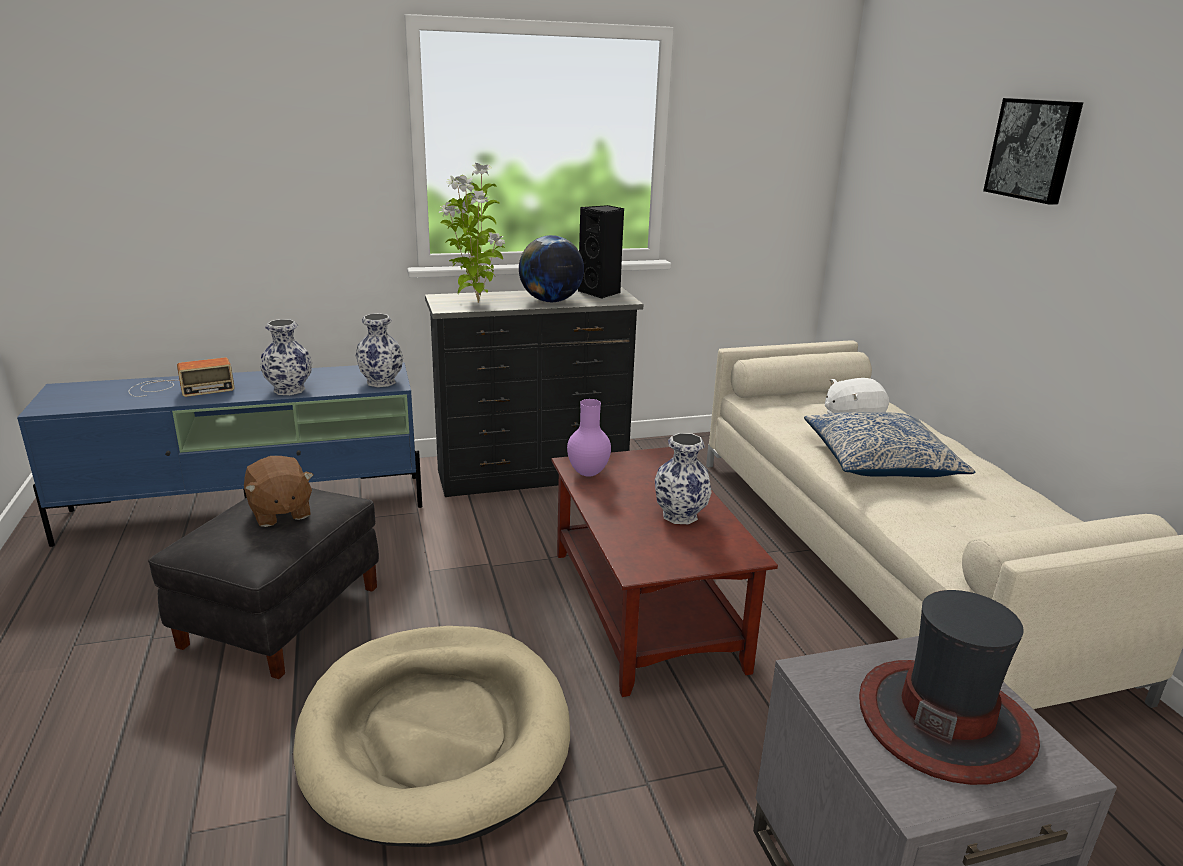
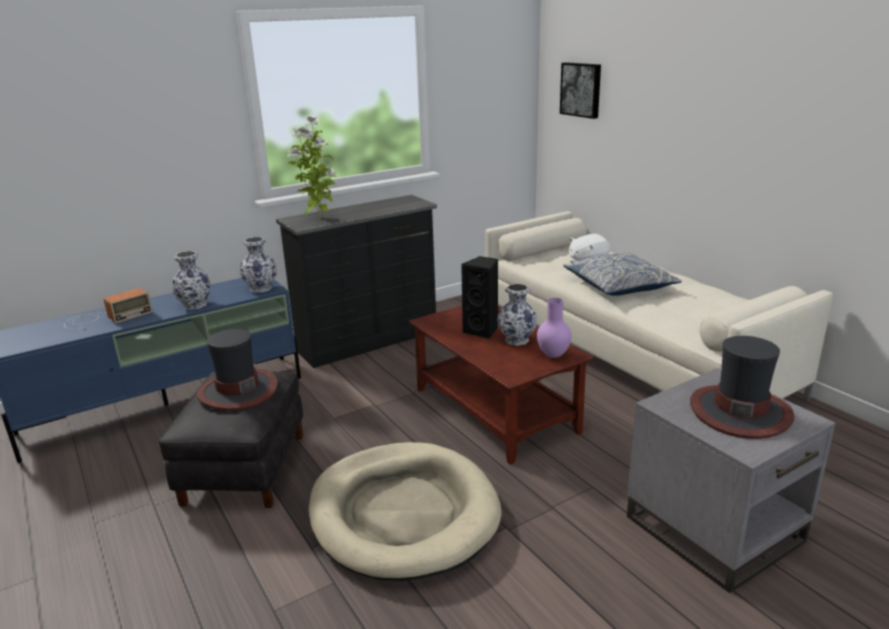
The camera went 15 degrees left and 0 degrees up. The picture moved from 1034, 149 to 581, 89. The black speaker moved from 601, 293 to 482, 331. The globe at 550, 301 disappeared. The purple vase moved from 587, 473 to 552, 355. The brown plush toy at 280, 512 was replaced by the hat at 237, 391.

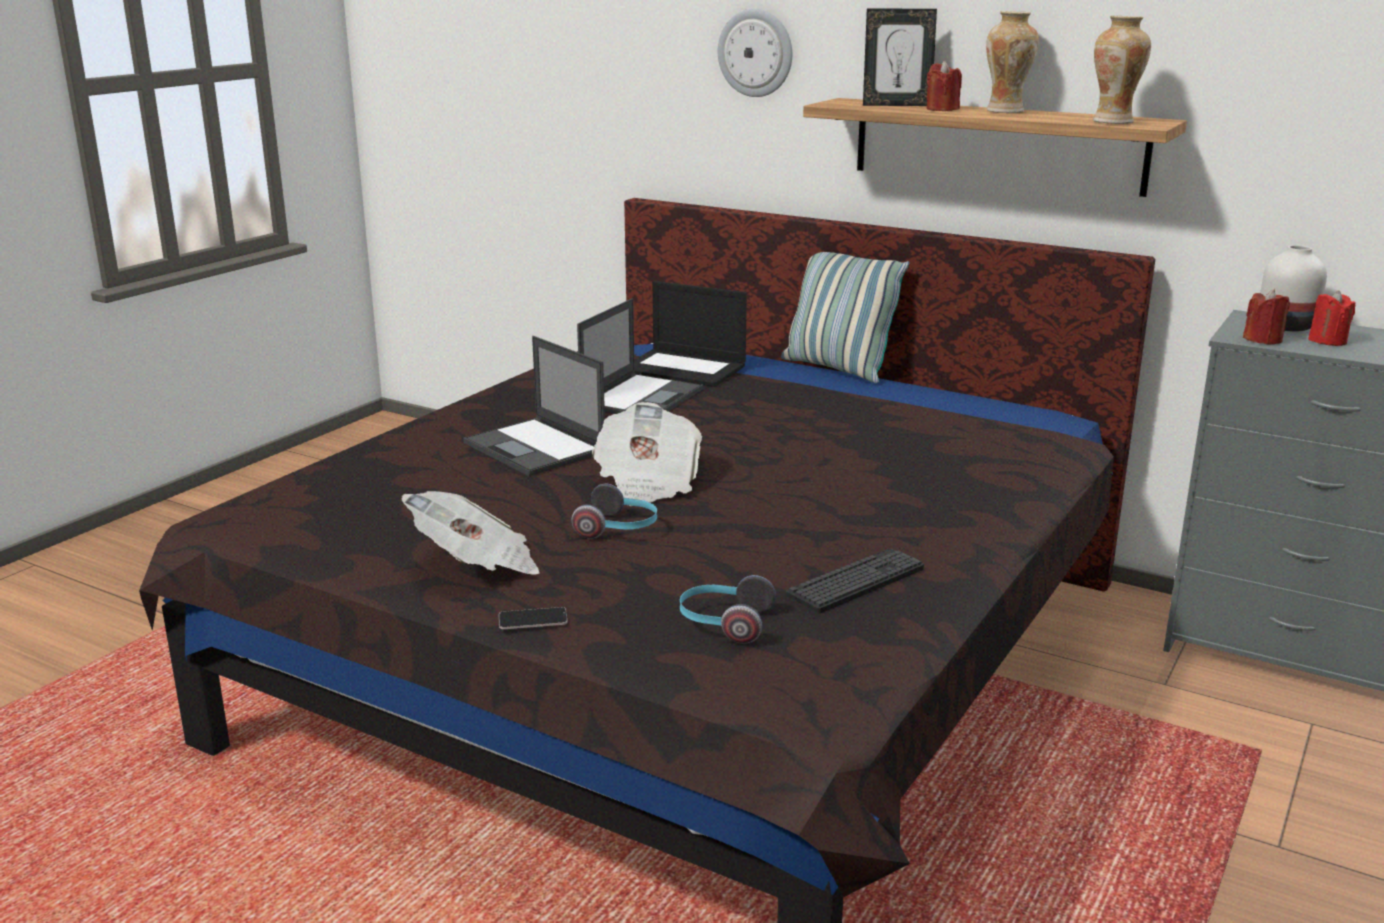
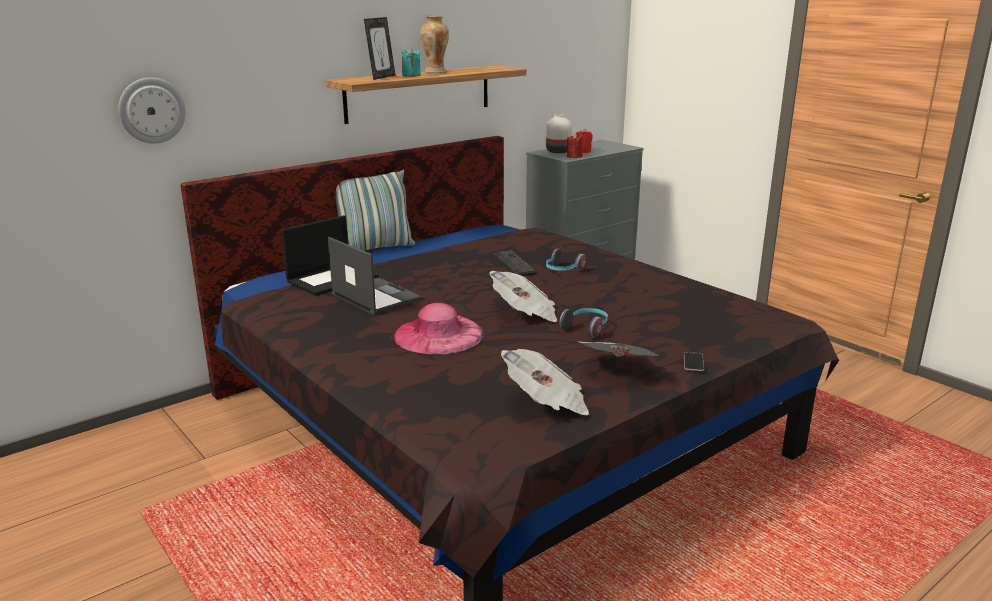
The camera went 70 degrees left and 0 degrees up. The wall clock moved from 756, 53 to 152, 110. The vase at 1113, 122 disappeared. The red candle at 942, 109 became the turquoise candle at 411, 75. The laptop at 536, 448 was replaced by the pink hat at 438, 334. The keyboard moved from 856, 582 to 514, 264. The headphones moved from 724, 623 to 562, 270. The newspaper at 546, 403 appeared.

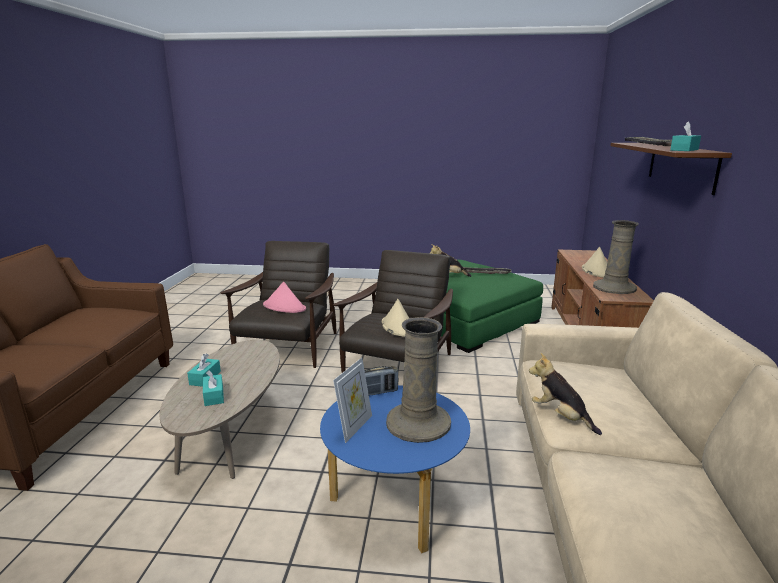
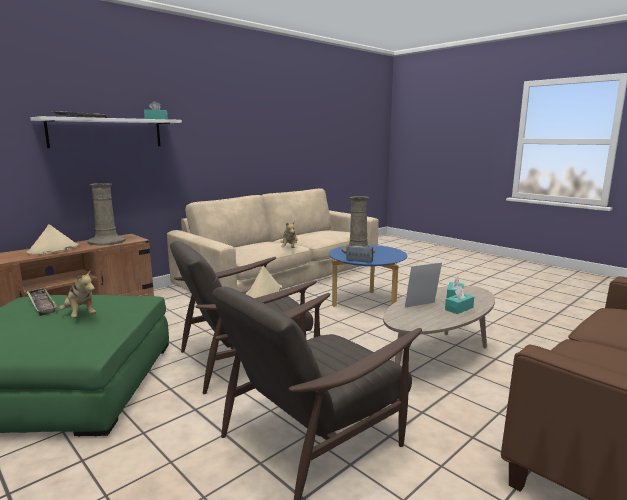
The camera went 140 degrees left and 5 degrees down. The brown shelf at 681, 166 became the white shelf at 106, 133. The pink hat at 284, 307 disappeared. The picture frame moved from 354, 427 to 421, 306.

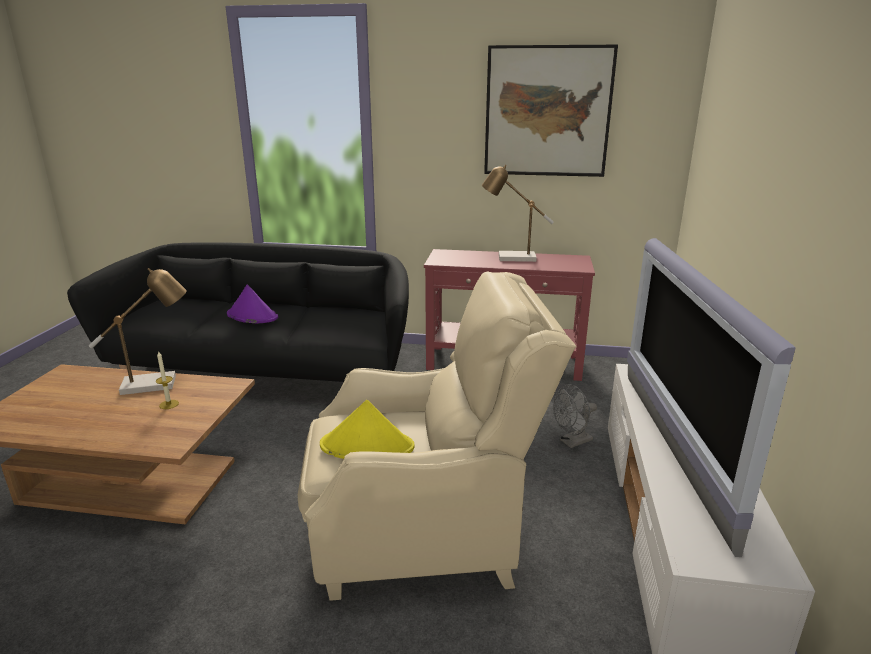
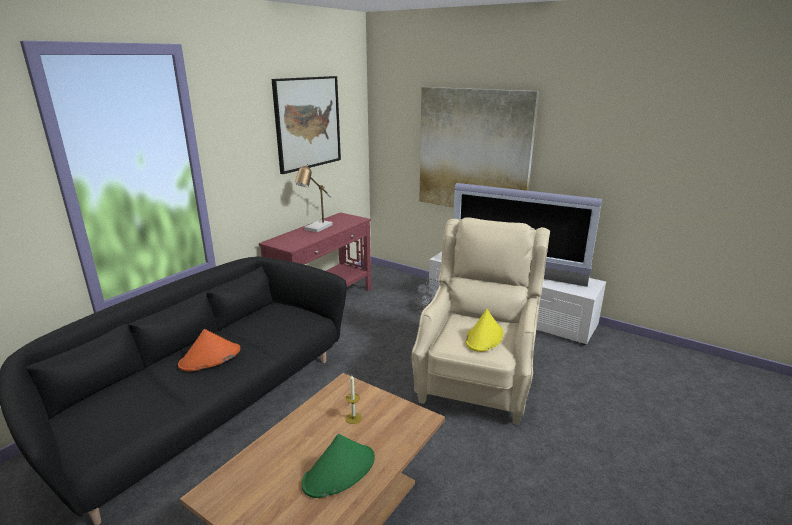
The camera went 65 degrees left and 0 degrees up. The table lamp at 157, 383 disappeared. The purple hat at 252, 316 became the orange hat at 210, 358. The picture at 474, 151 appeared. The green hat at 339, 471 appeared.

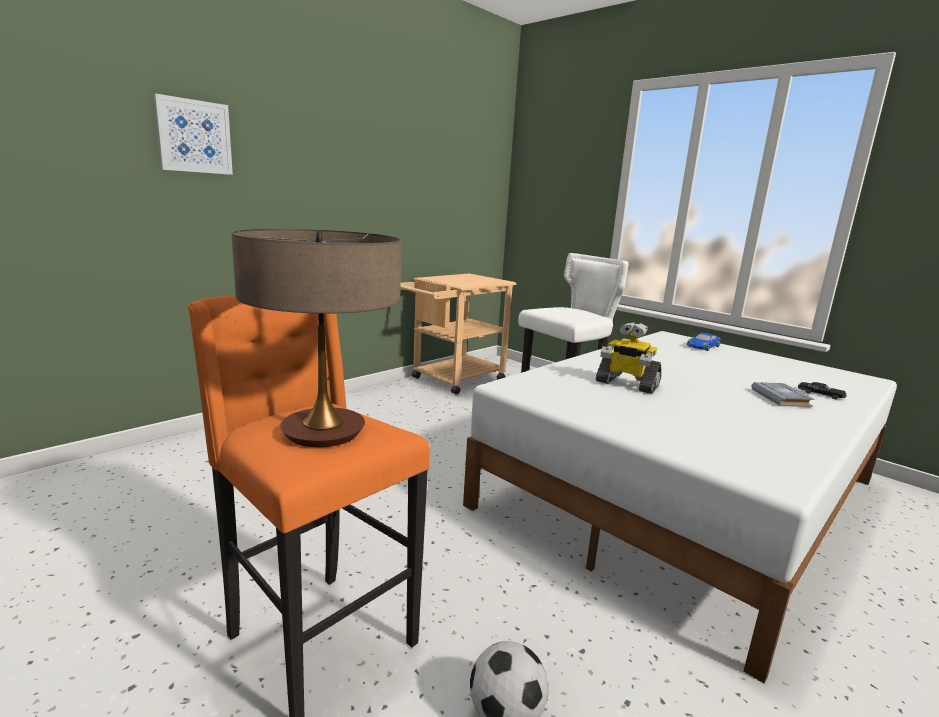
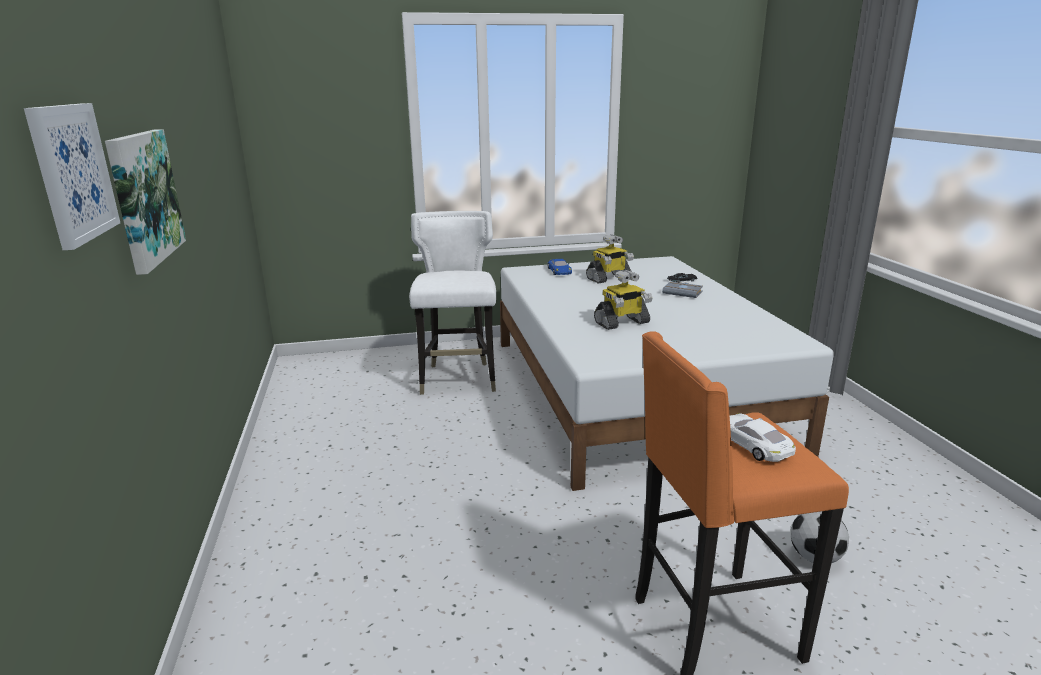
The camera went 55 degrees left and 5 degrees up. The table lamp at 323, 432 was replaced by the white toy car at 751, 443. The beige cart at 452, 380 disappeared. The picture at 144, 197 appeared. The toy robot at 609, 278 appeared.

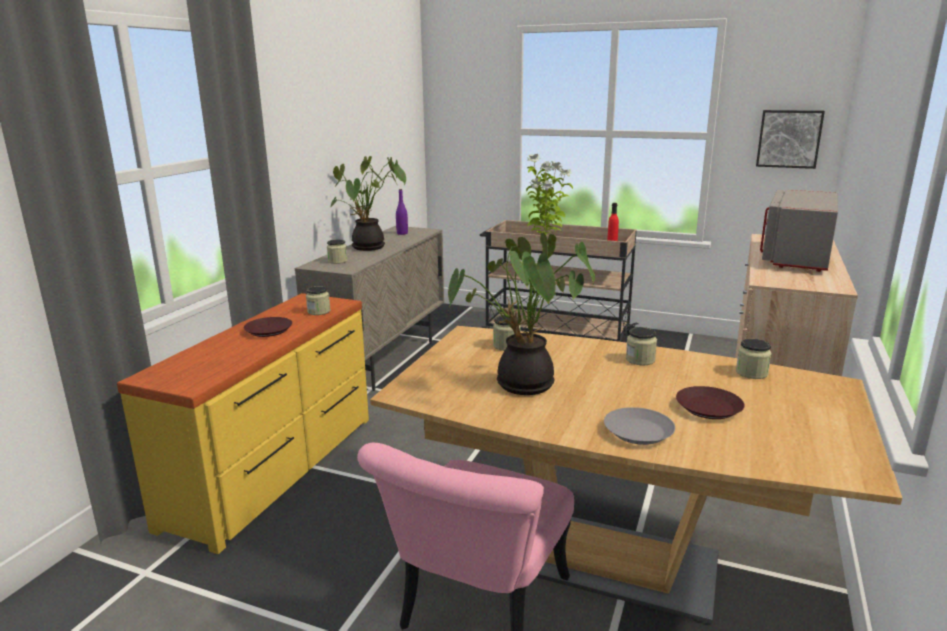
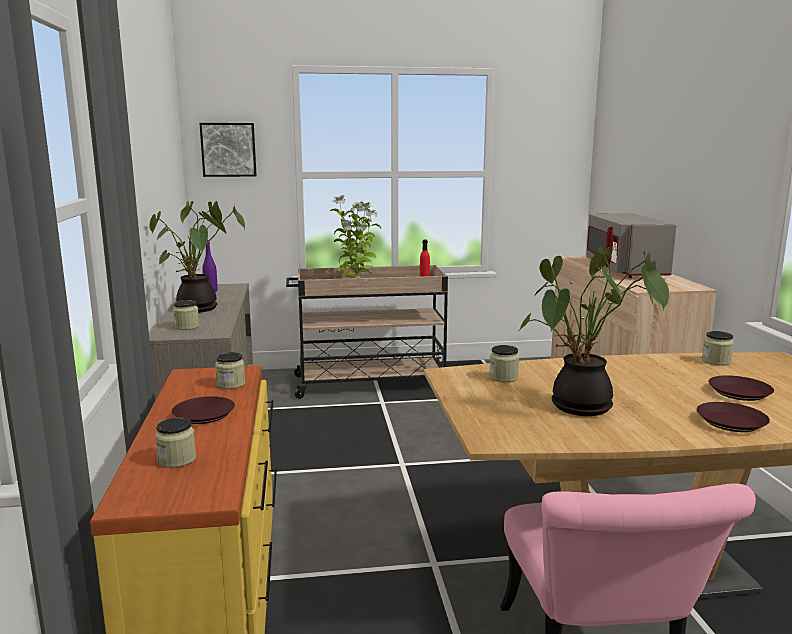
The camera went 30 degrees left and 5 degrees down. The picture moved from 789, 138 to 228, 149. The jar moved from 640, 360 to 177, 459. The grey plate at 639, 431 became the brown plate at 731, 422.

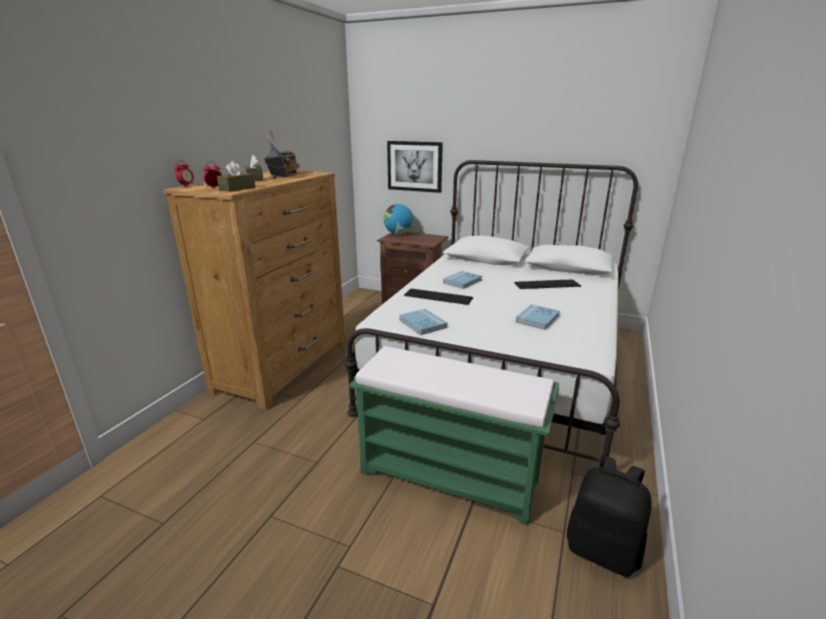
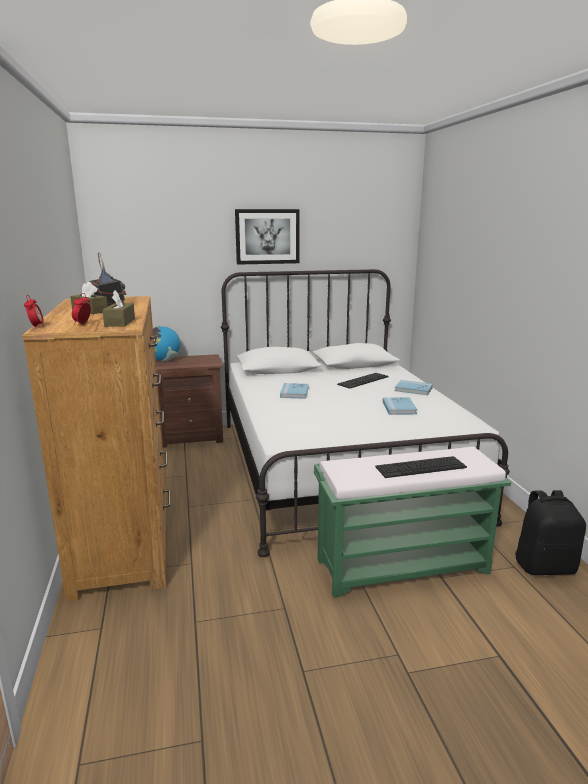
The camera went 35 degrees left and 5 degrees down. The picture moved from 414, 166 to 267, 236. The keyboard moved from 438, 296 to 420, 467. The blue book moved from 422, 323 to 413, 389.

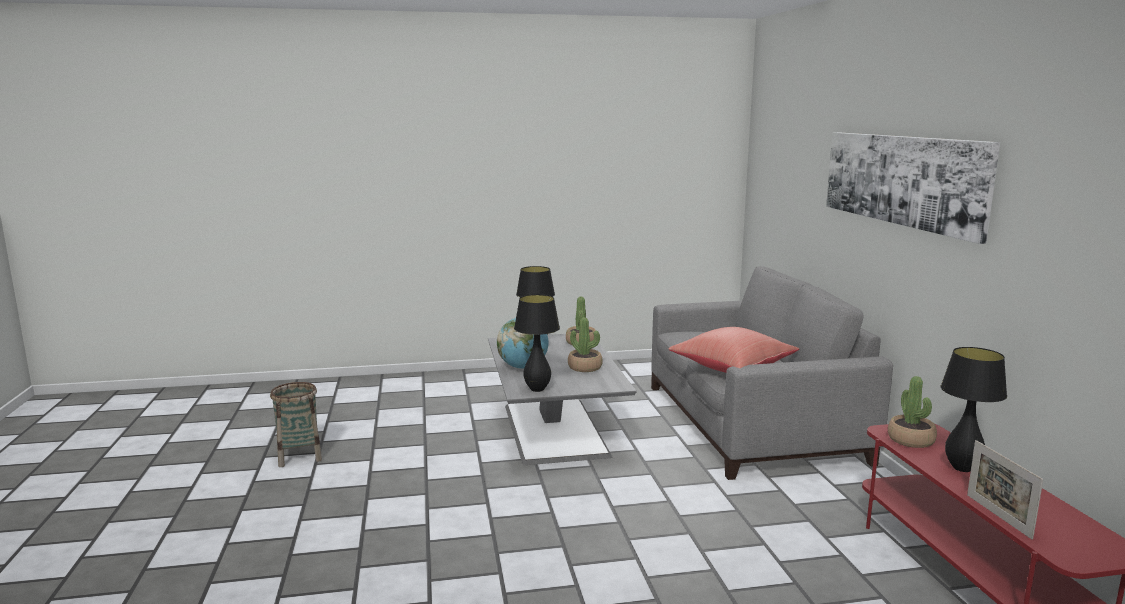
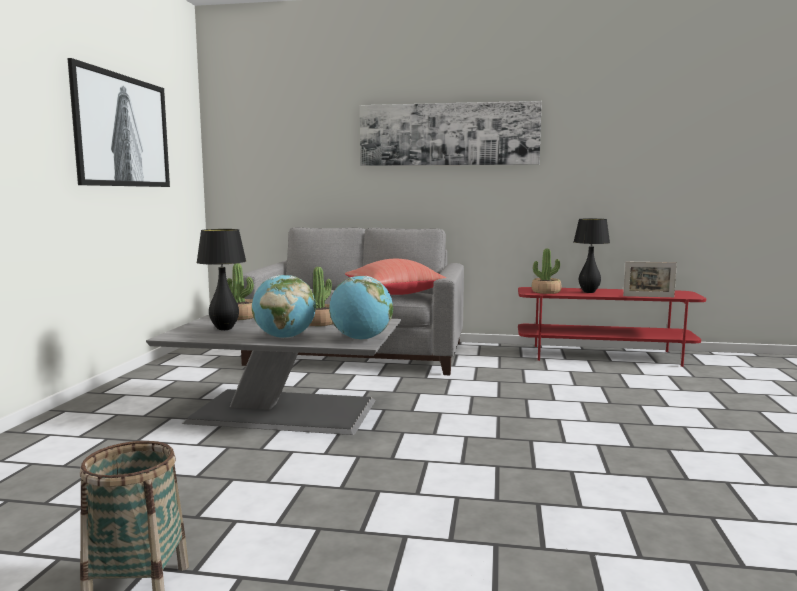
The camera went 70 degrees left and 5 degrees down. The black table lamp at 537, 389 was replaced by the globe at 361, 339. The picture at 122, 131 appeared.

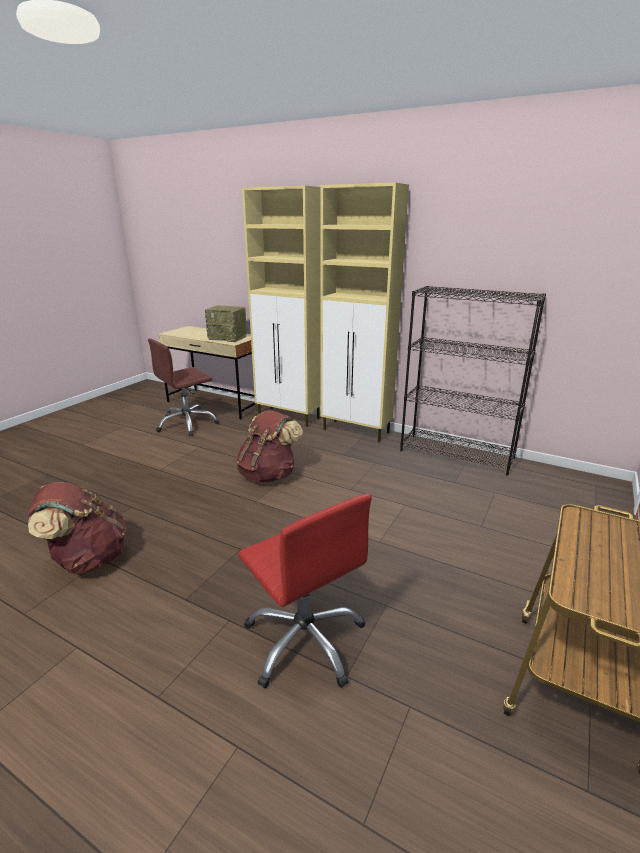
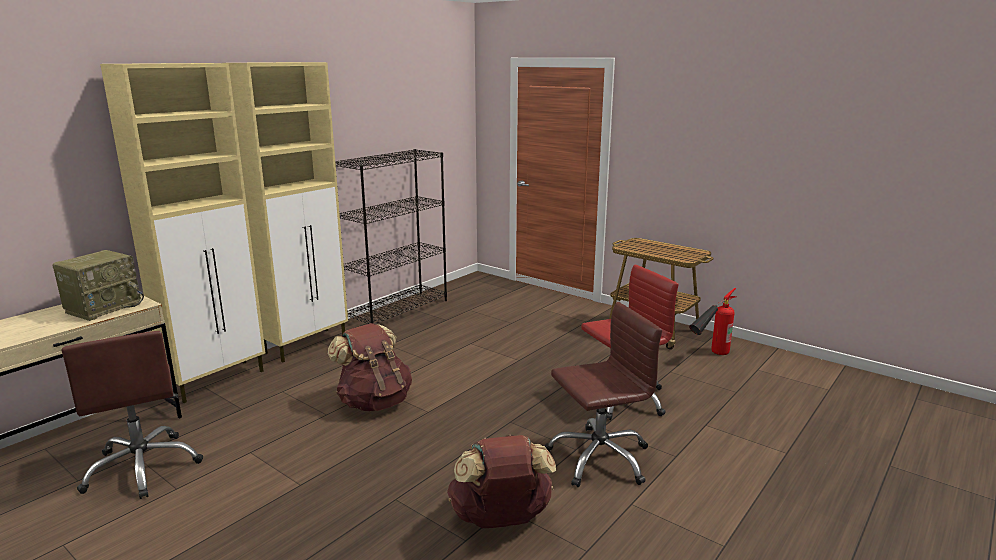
The camera went 80 degrees left and 5 degrees down. The fire extinguisher at 709, 355 appeared. The brown office chair at 598, 458 appeared.

